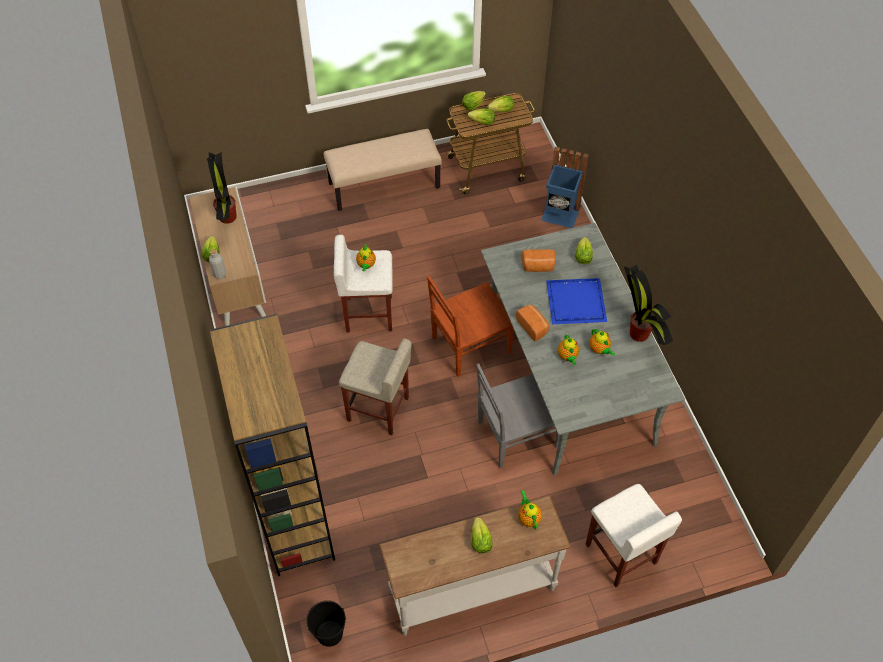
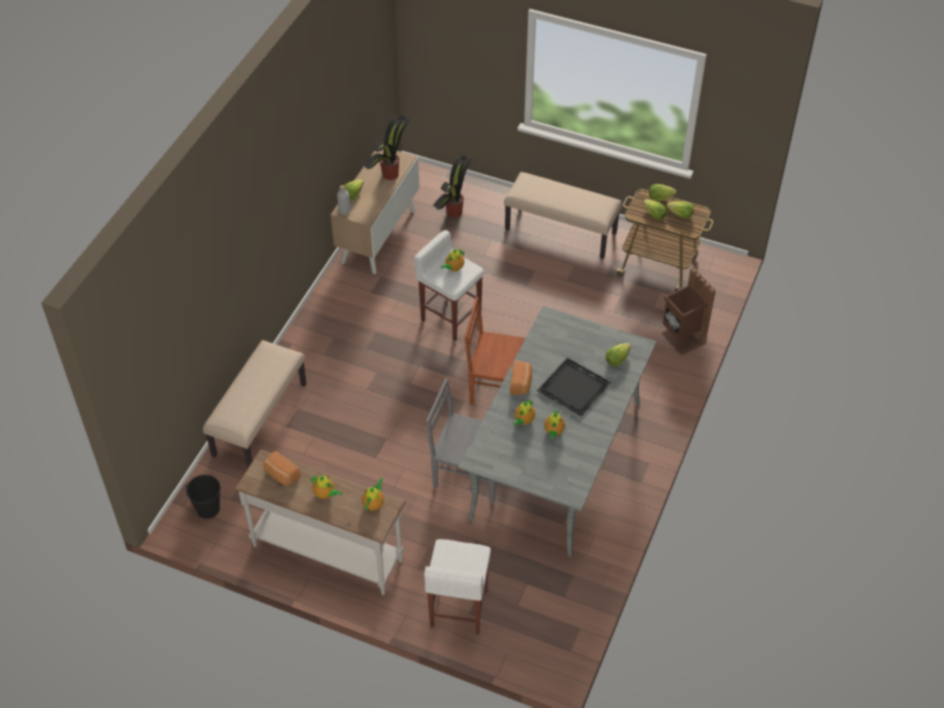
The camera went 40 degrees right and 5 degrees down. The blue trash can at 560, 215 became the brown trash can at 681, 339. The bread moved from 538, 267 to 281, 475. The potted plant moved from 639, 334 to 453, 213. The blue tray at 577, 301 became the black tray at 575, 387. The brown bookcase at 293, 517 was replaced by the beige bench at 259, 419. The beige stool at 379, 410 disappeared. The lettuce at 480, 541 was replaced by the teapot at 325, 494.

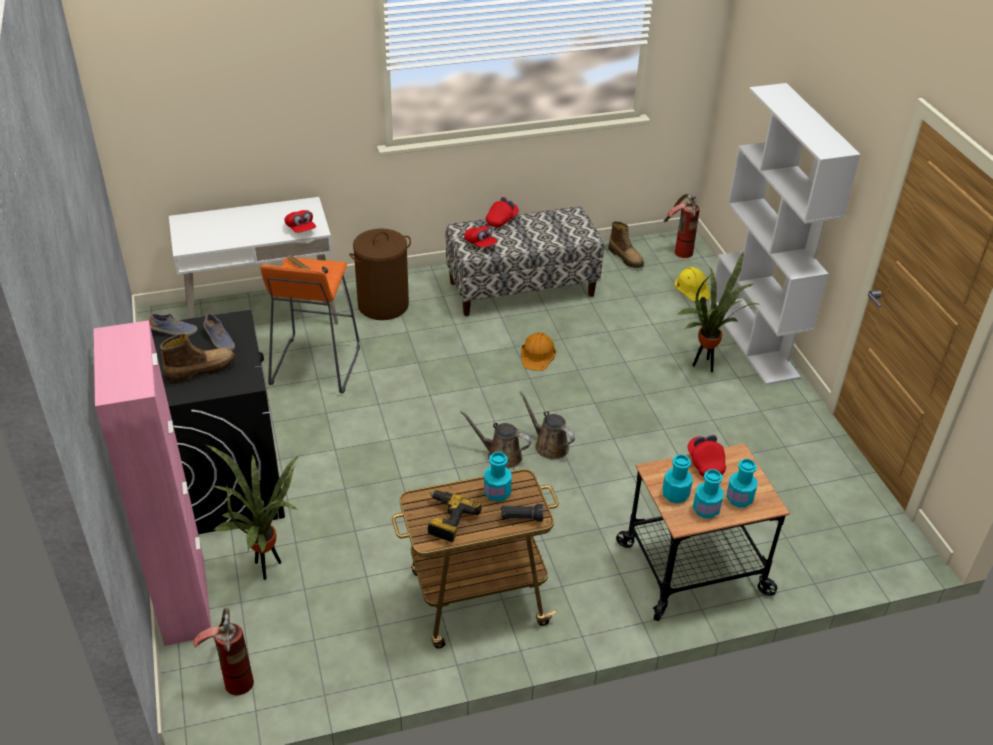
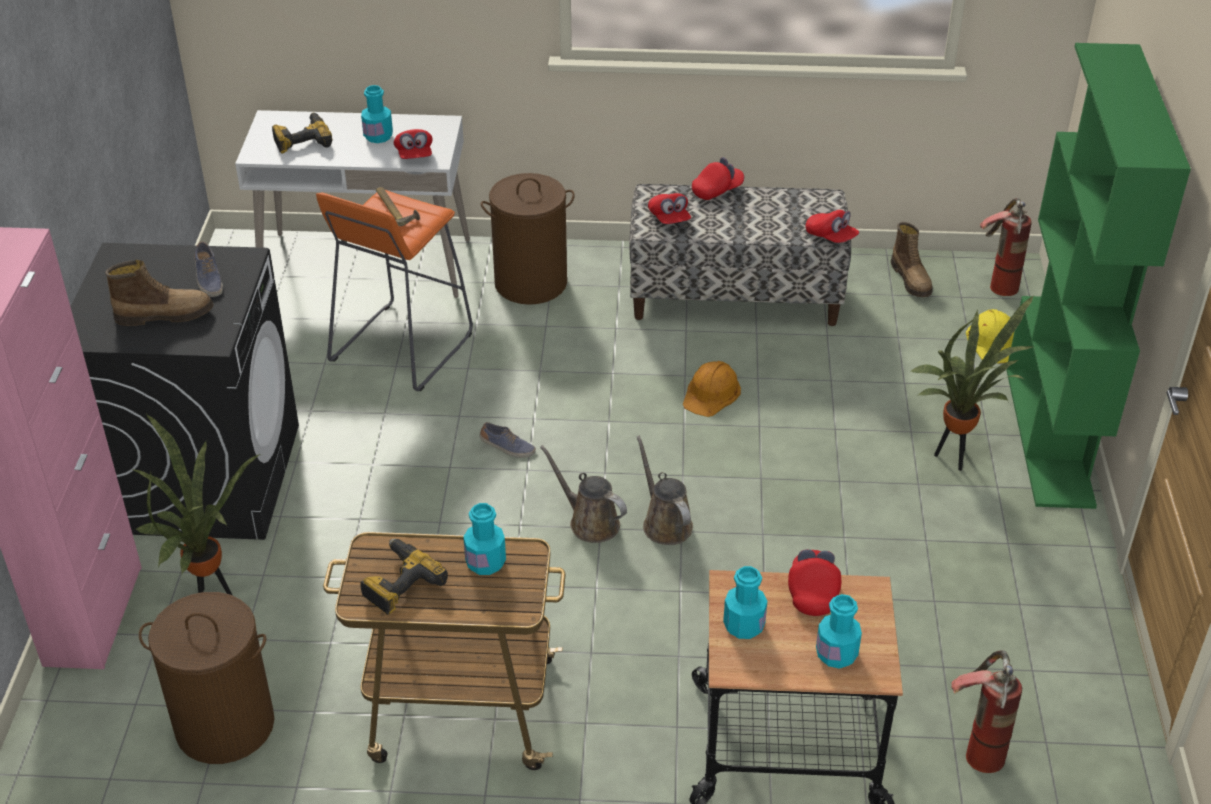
The camera went 20 degrees right and 0 degrees up. The white bookcase at 754, 340 became the green bookcase at 1050, 436. The shoe moved from 173, 332 to 507, 448. The turquoise bottle moved from 706, 509 to 378, 136. The black flashlight at 521, 518 disappeared. The fire extinguisher moved from 233, 675 to 976, 745. The power drill at 302, 140 appeared. The red cap at 831, 237 appeared. The brown laundry basket at 224, 725 appeared.

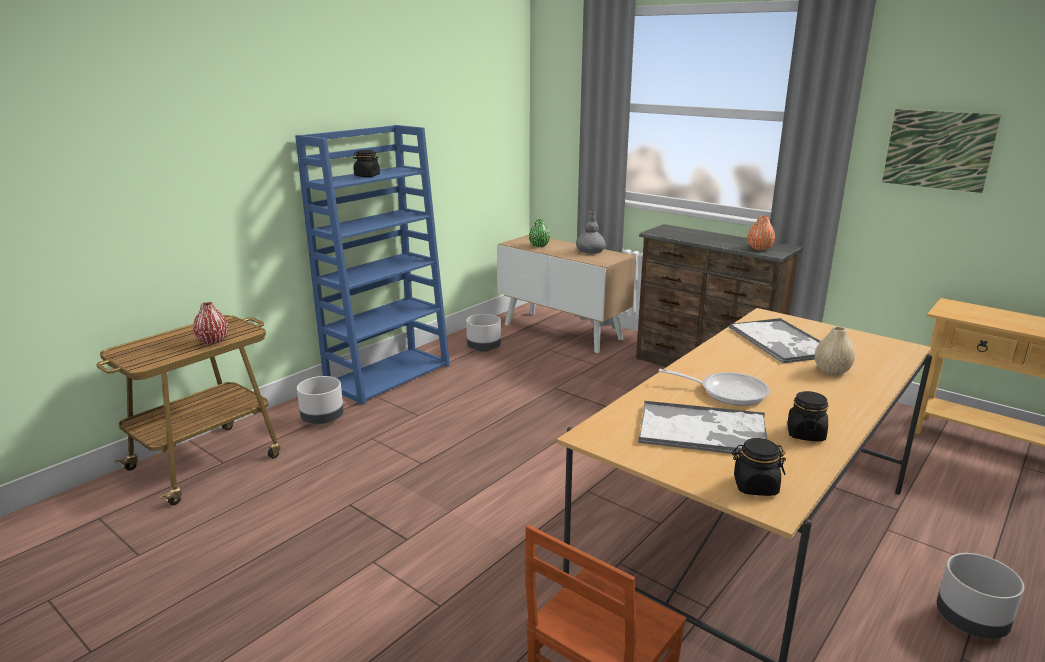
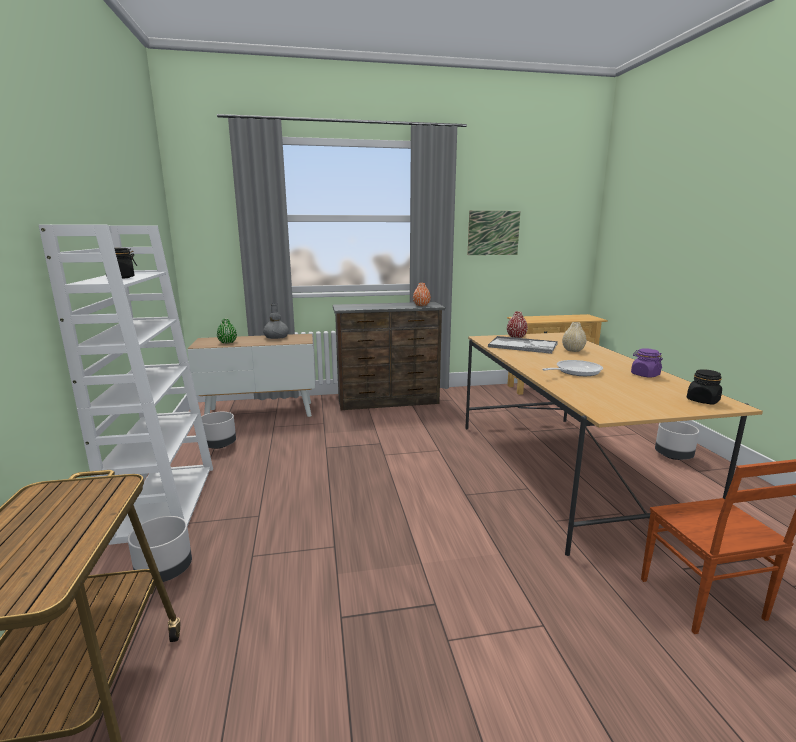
The camera went 50 degrees left and 5 degrees down. The blue bookcase at 389, 375 became the white bookcase at 165, 501. The red vase moved from 213, 341 to 516, 337. The black jar at 805, 433 became the purple jar at 644, 375. The tray at 704, 430 disappeared.

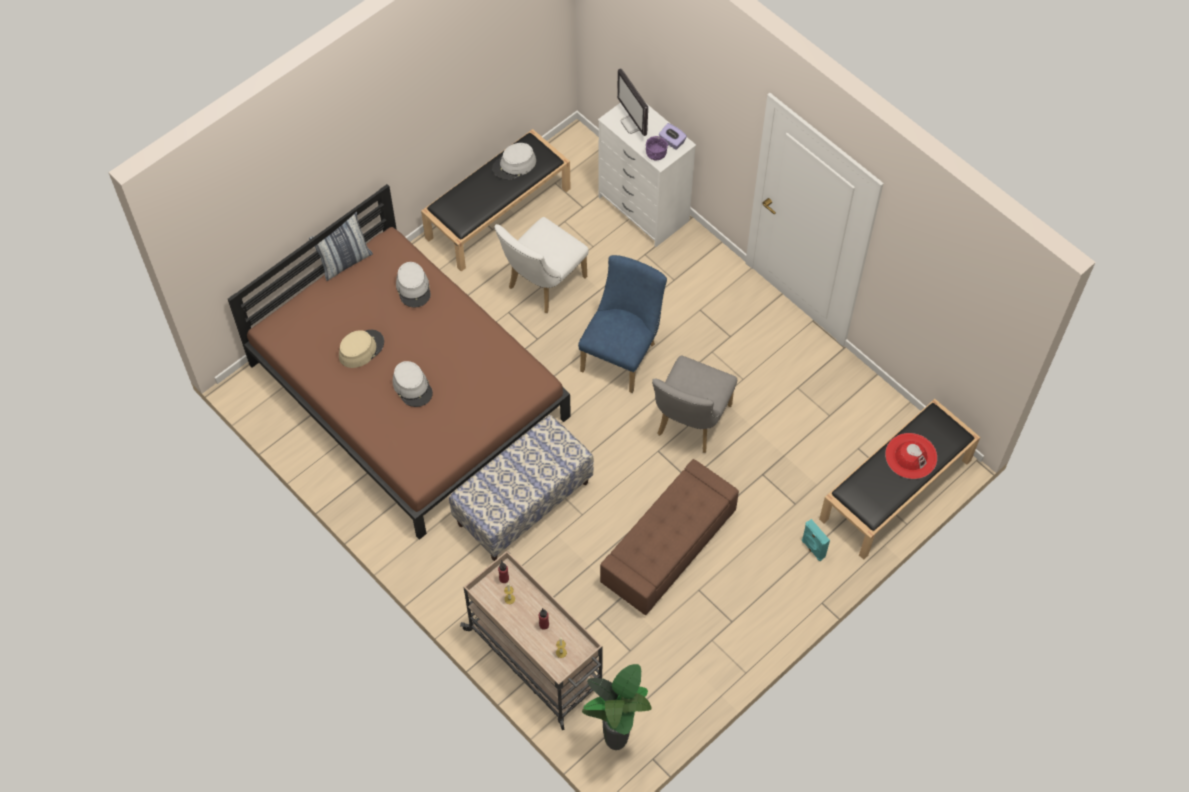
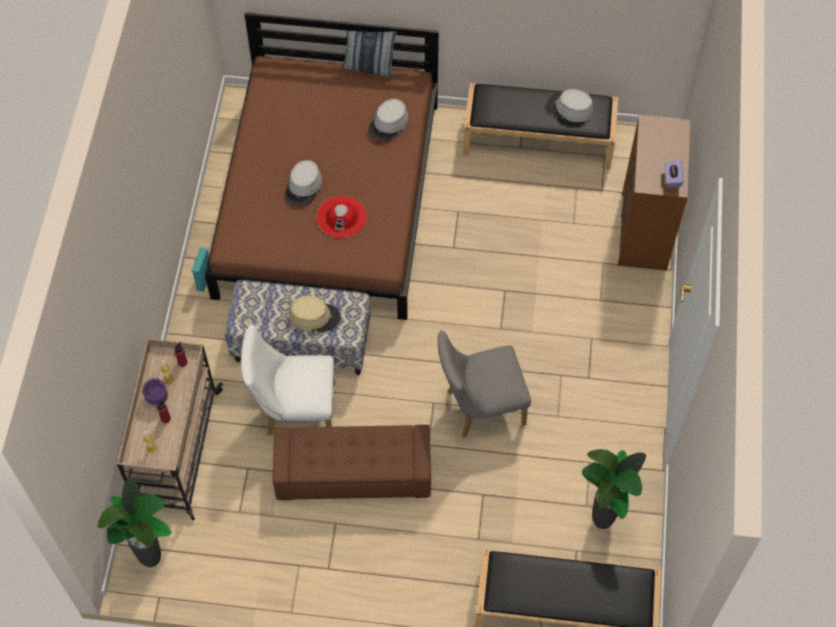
The camera went 50 degrees right and 0 degrees up. The monitor at 634, 124 disappeared. The white dresser at 643, 209 became the brown dresser at 643, 231. The purple bowl moved from 655, 155 to 157, 397. The white chair moved from 542, 285 to 294, 410. The blue chair at 622, 354 disappeared. The beige hat moved from 361, 349 to 314, 316. The red hat moved from 911, 456 to 341, 217. The turquoise speaker moved from 812, 549 to 203, 279. The potted plant at 602, 524 appeared.

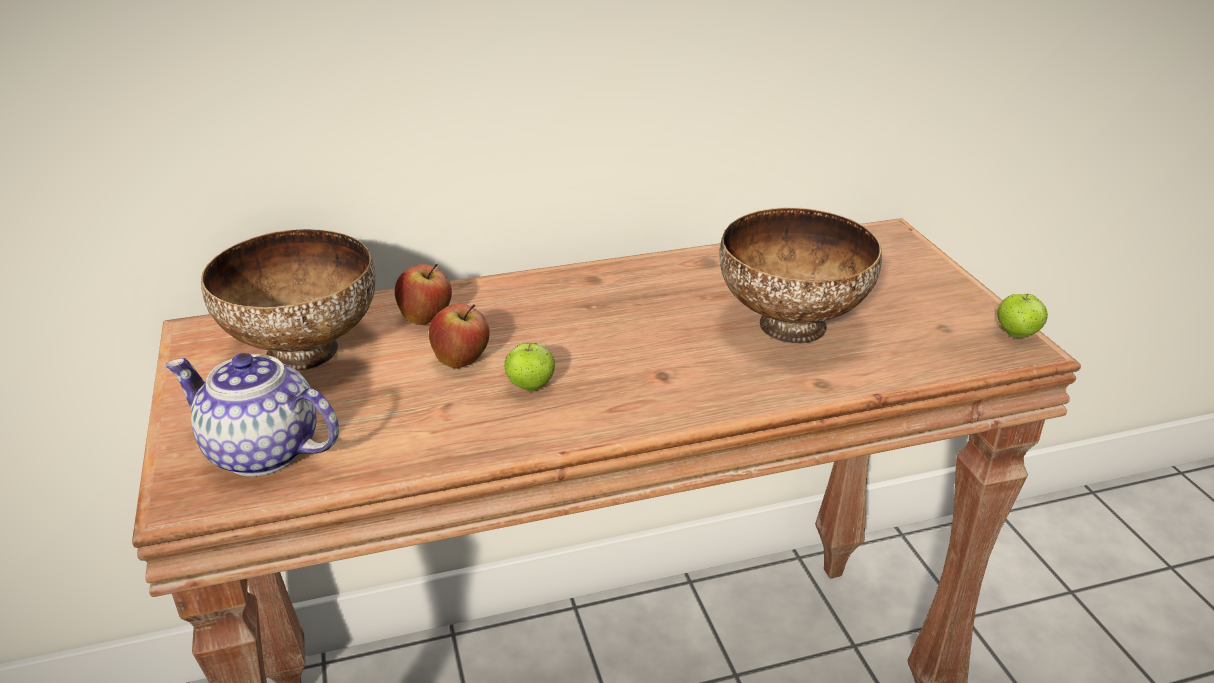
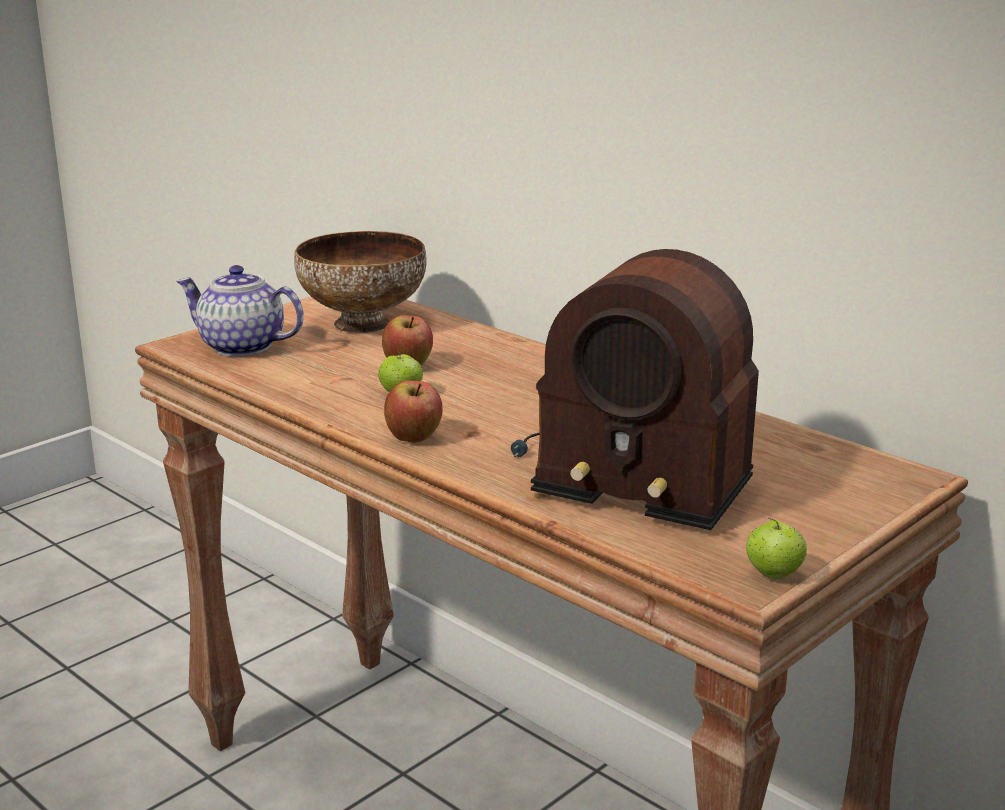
The camera went 60 degrees right and 10 degrees down. The bowl at 791, 324 was replaced by the radio at 629, 464. The apple moved from 426, 318 to 414, 439. The teapot at 261, 452 turned 60 degrees counterclockwise.

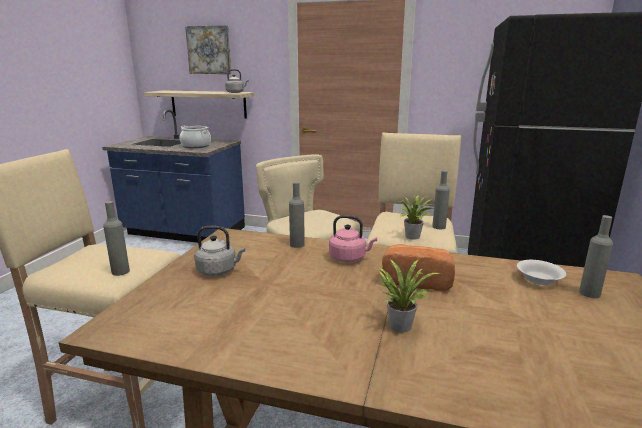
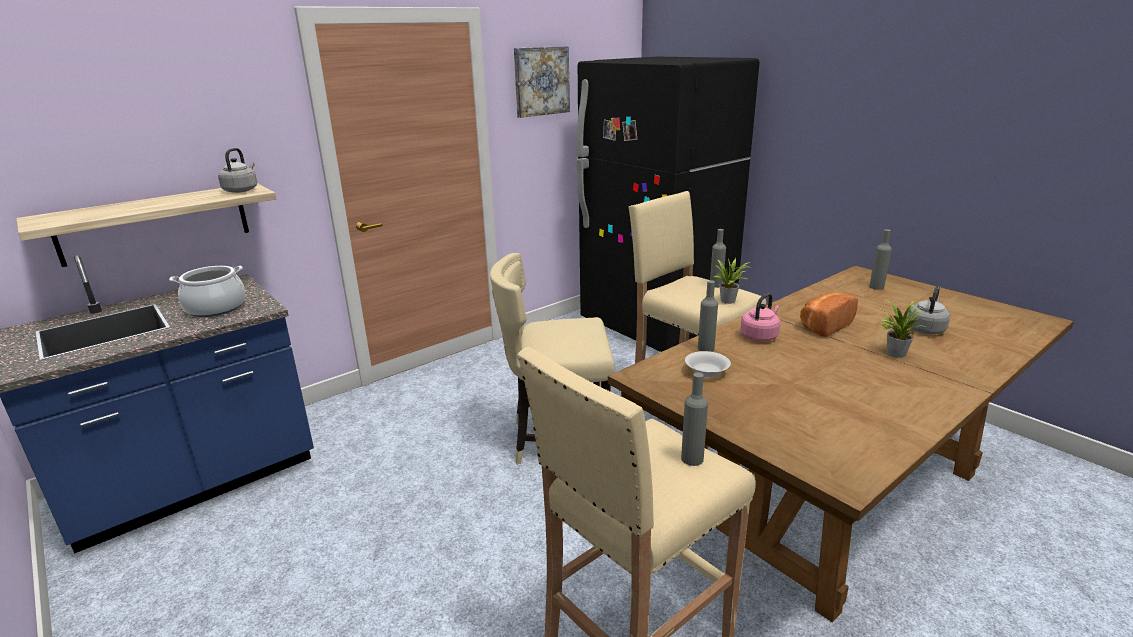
The camera went 55 degrees left and 5 degrees up. The picture moved from 209, 50 to 541, 81. The grey kettle moved from 219, 271 to 925, 329. The white bowl moved from 538, 280 to 706, 372.

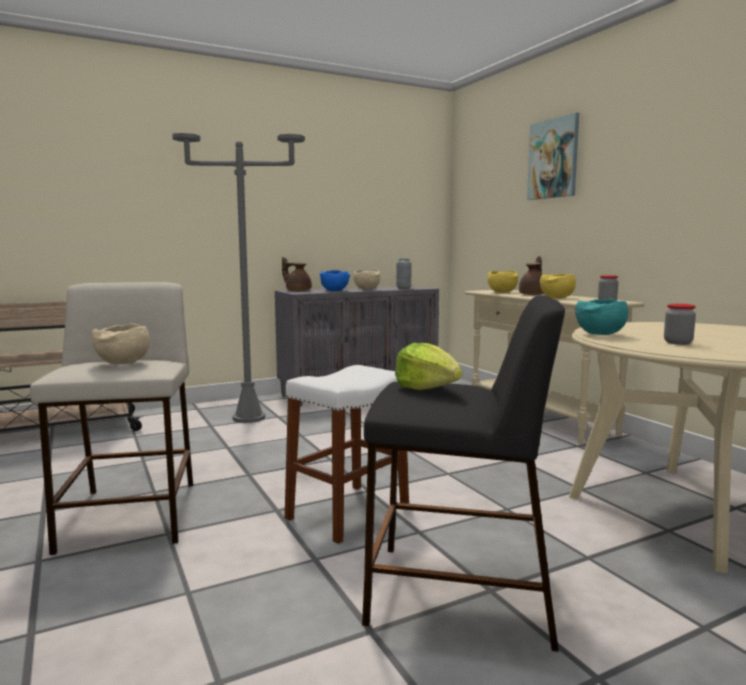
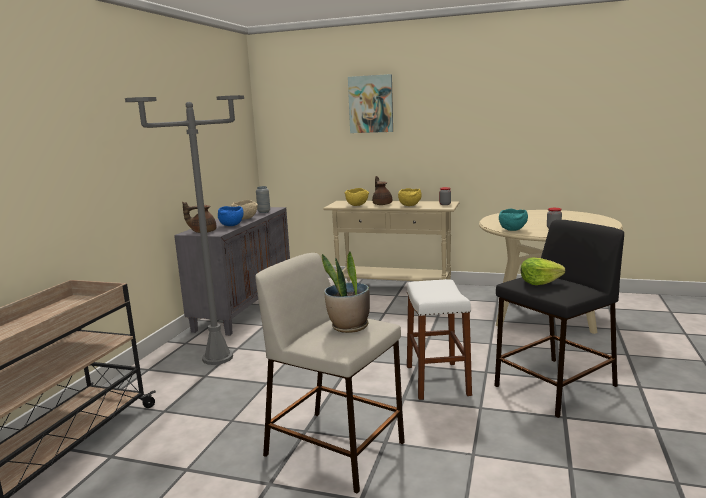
The camera went 45 degrees left and 5 degrees up. The beige bowl at 122, 364 was replaced by the potted plant at 349, 327.

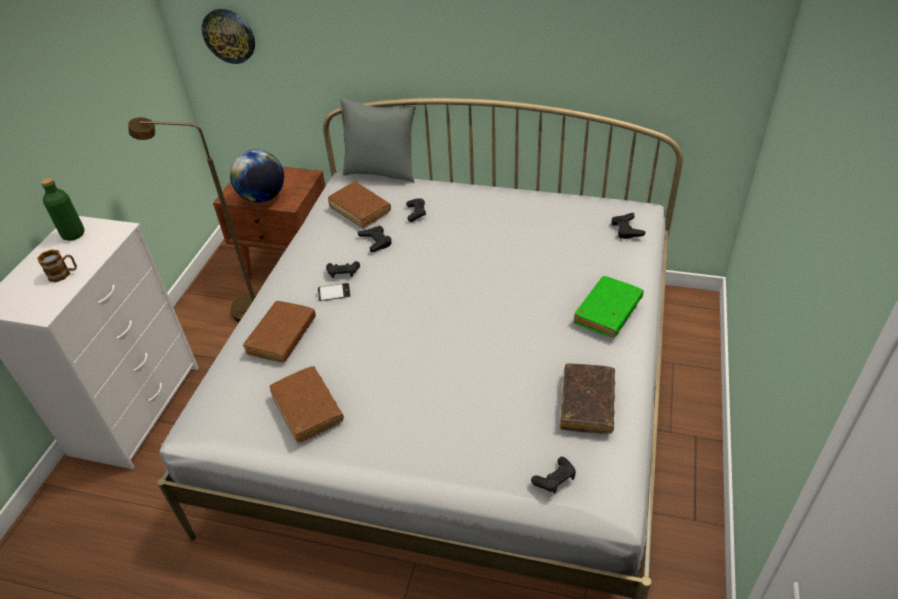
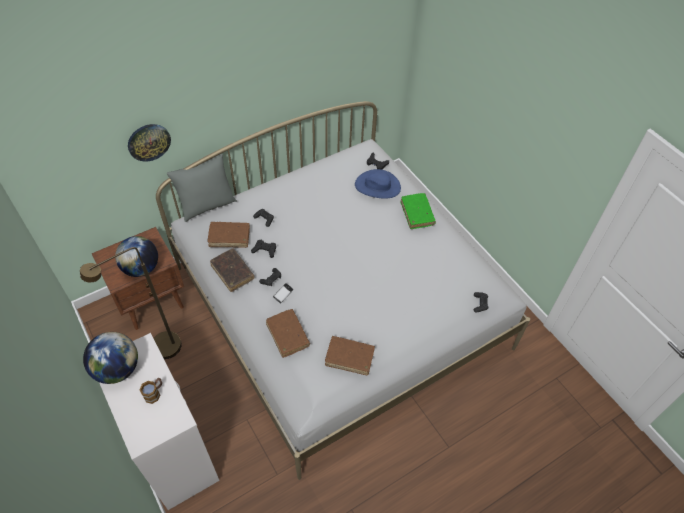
The camera went 50 degrees left and 10 degrees up. The wall clock moved from 229, 36 to 149, 142. The green bottle at 73, 234 was replaced by the globe at 117, 369. The brown book moved from 587, 403 to 232, 272. The blue hat at 377, 186 appeared.

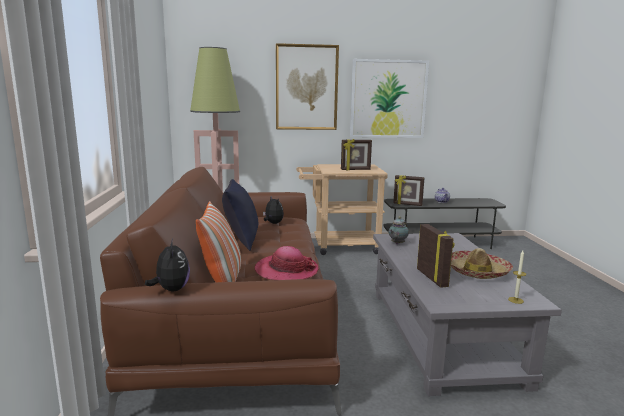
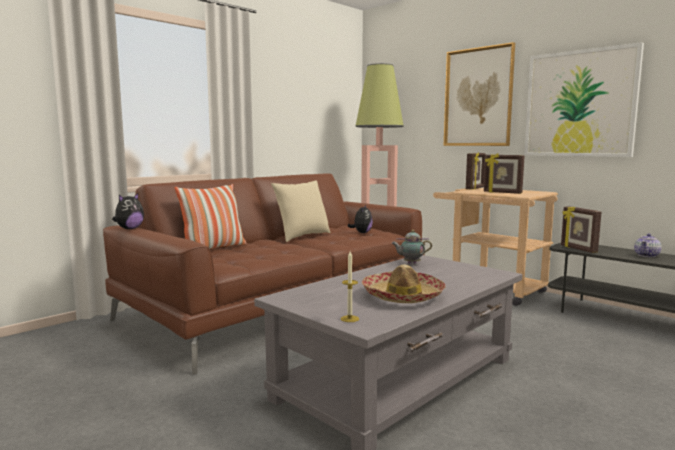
The camera went 50 degrees right and 5 degrees down. The blue pillow at 241, 241 became the beige pillow at 302, 236. The picture frame moved from 432, 278 to 475, 188. The hat at 286, 270 disappeared.

